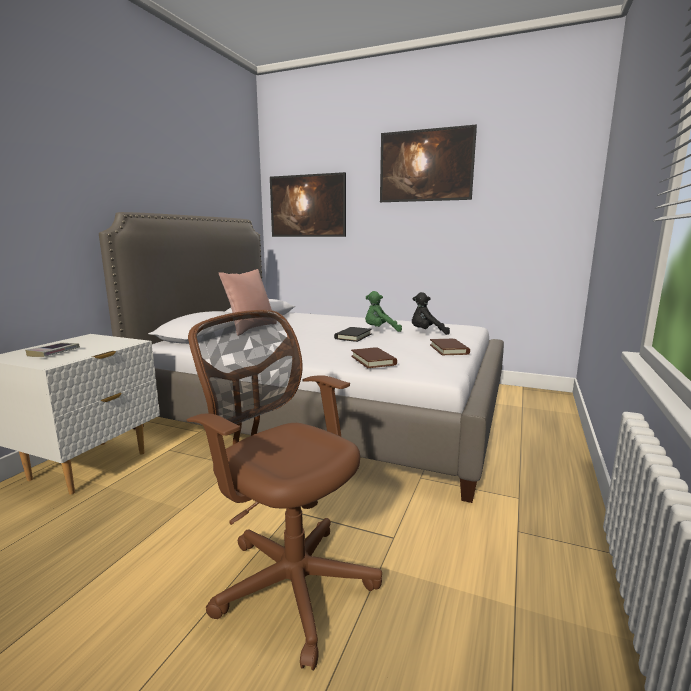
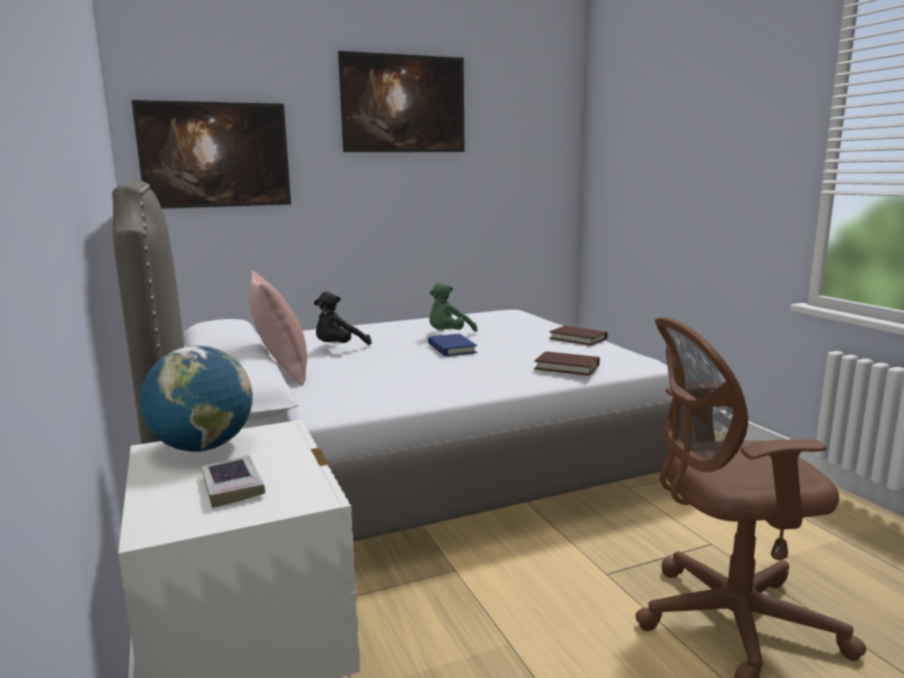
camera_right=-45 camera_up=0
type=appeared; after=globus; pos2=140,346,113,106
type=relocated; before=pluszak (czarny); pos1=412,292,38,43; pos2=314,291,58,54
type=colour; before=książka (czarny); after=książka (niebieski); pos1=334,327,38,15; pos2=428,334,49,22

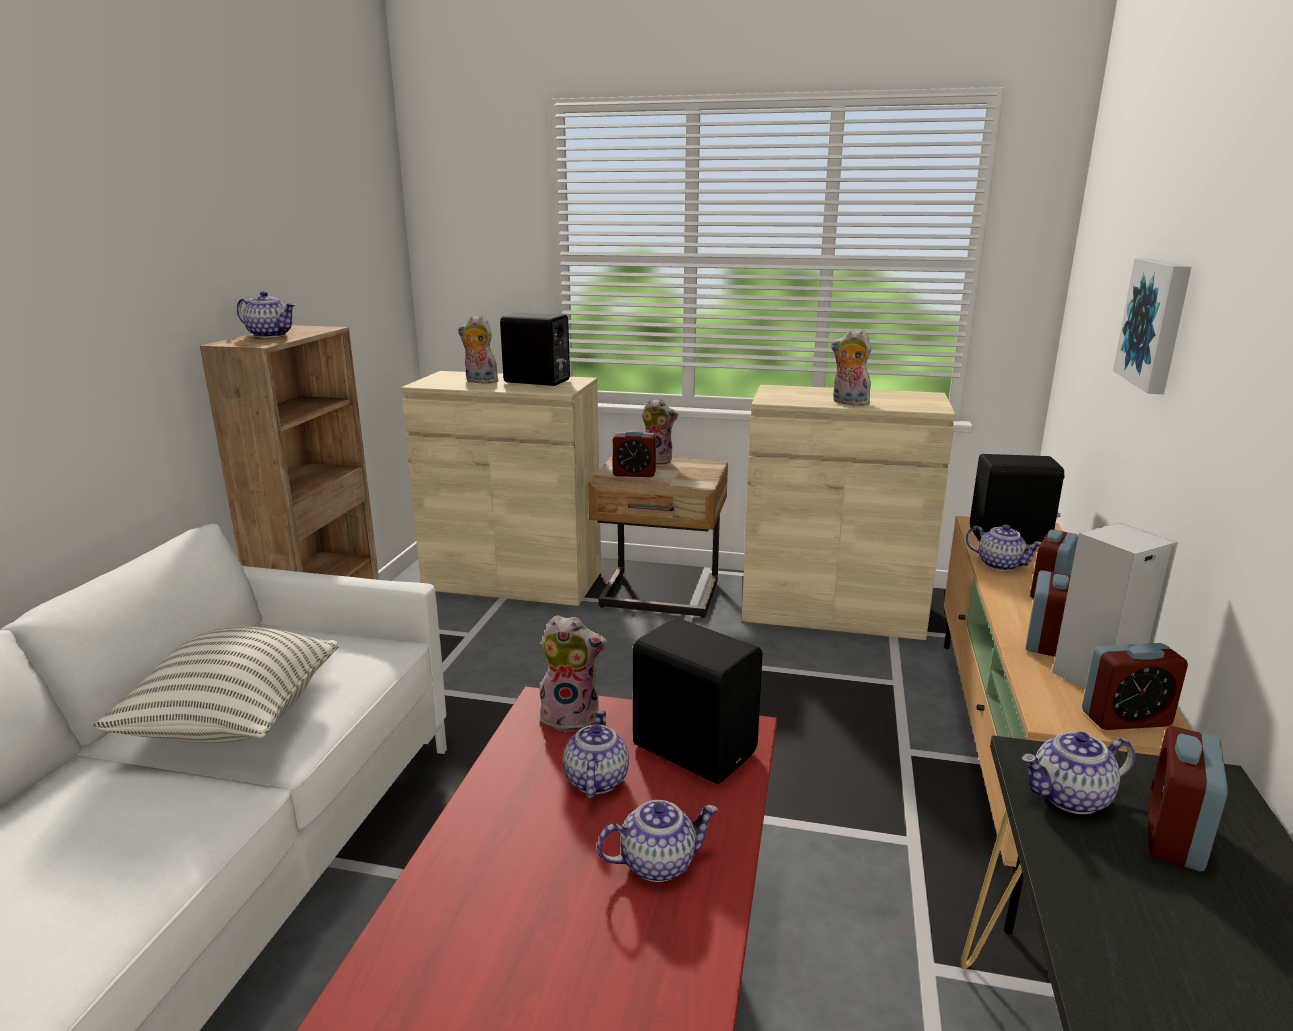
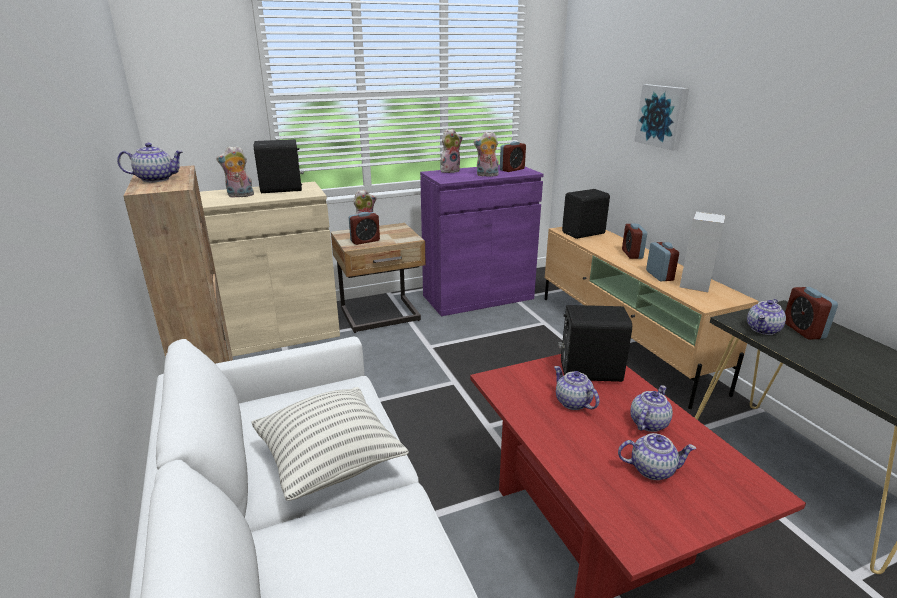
camera_right=-35 camera_up=5
type=colour; before=szafka (beżowy); after=szafka (fioletowy); pos1=742,385,214,255; pos2=420,165,124,151
type=relocated; before=pluszak; pos1=540,615,68,117; pos2=440,129,23,44
type=relocated; before=budzik; pos1=1082,643,106,87; pos2=500,141,26,31
type=relocated; before=imbryk; pos1=966,524,75,47; pos2=618,433,78,47

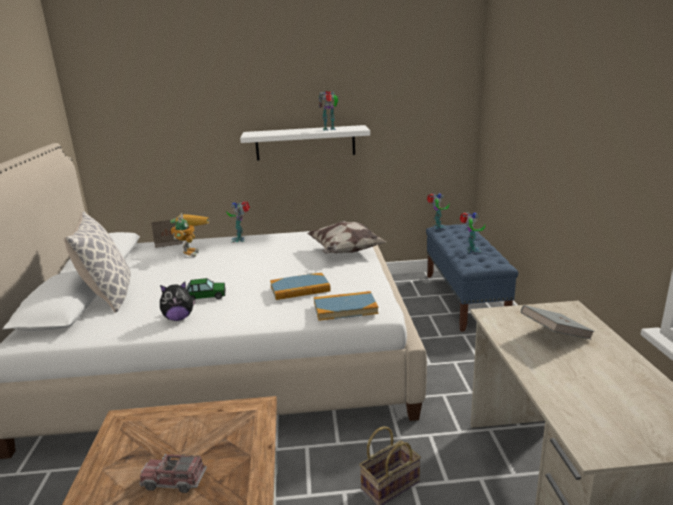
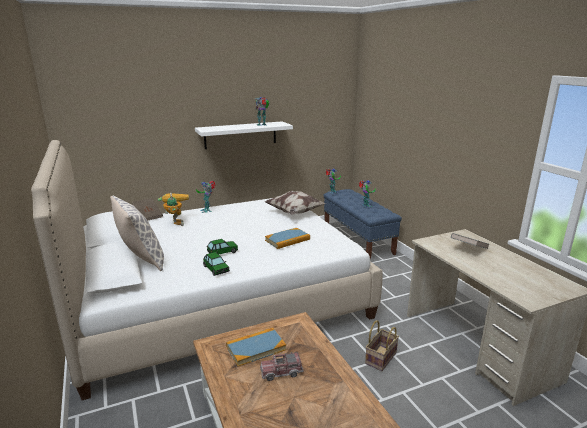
camera_right=-20 camera_up=0
type=exchanged; before=pluszak; after=samochodzik; pos1=160,282,36,39; pos2=203,252,27,24
type=relocated; before=książka; pos1=314,291,65,30; pos2=226,328,60,38

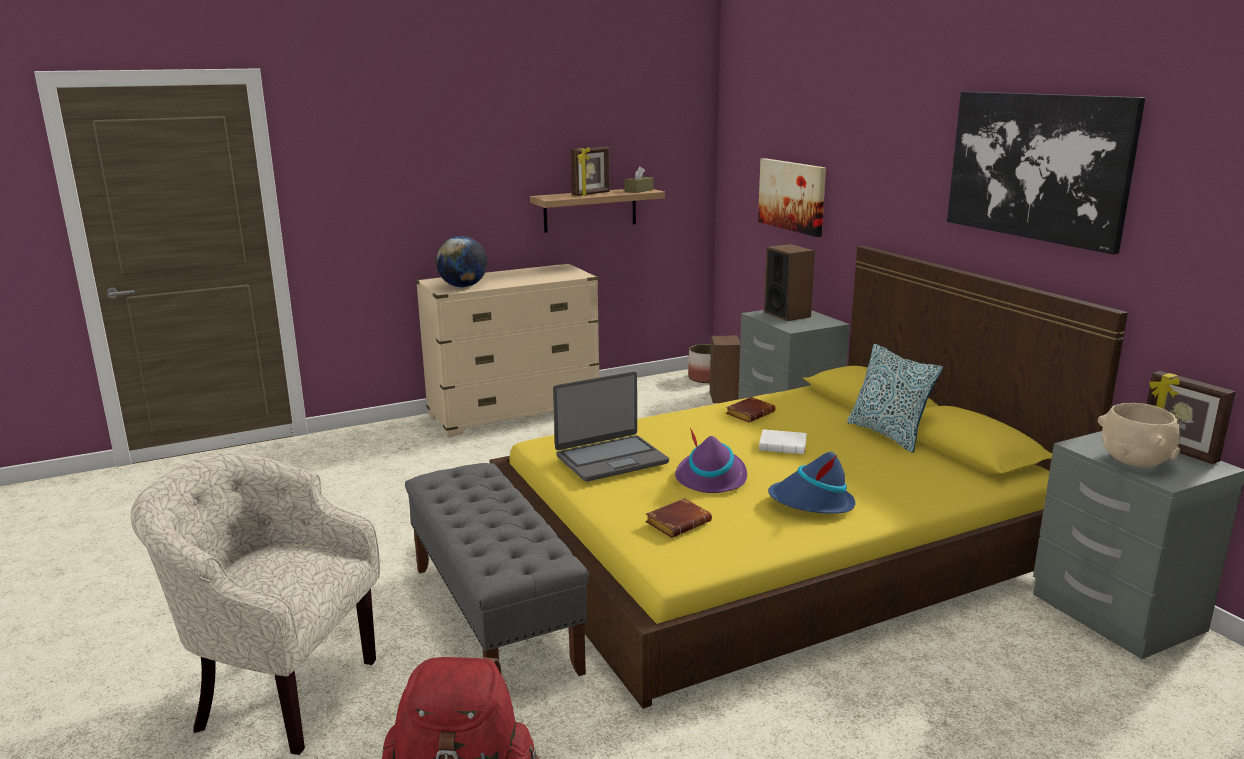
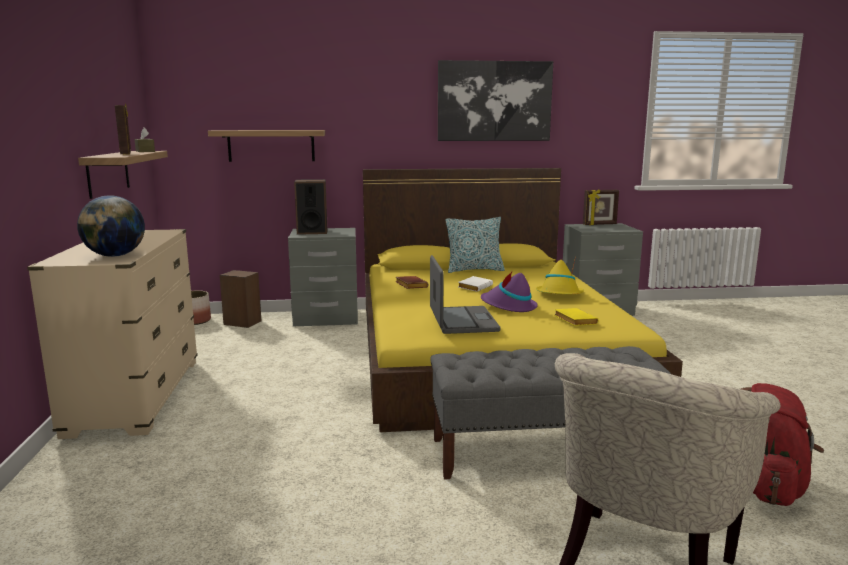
camera_right=-70 camera_up=-5
type=exchanged; before=obraz; after=półka; pos1=758,158,68,79; pos2=208,130,117,32
type=colour; before=kapelusz (niebieski); after=kapelusz (żółty); pos1=768,452,87,62; pos2=536,256,48,38
type=colour; before=książka (brązowy); after=książka (żółty); pos1=645,498,67,40; pos2=554,308,45,18
type=missing; before=miska (beżowy); pos1=1098,403,83,64

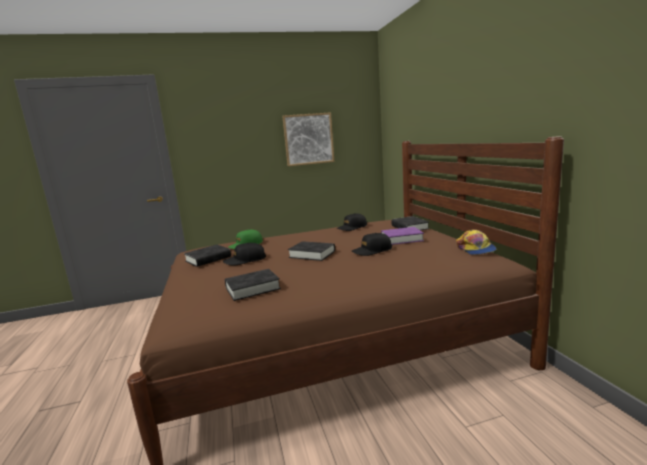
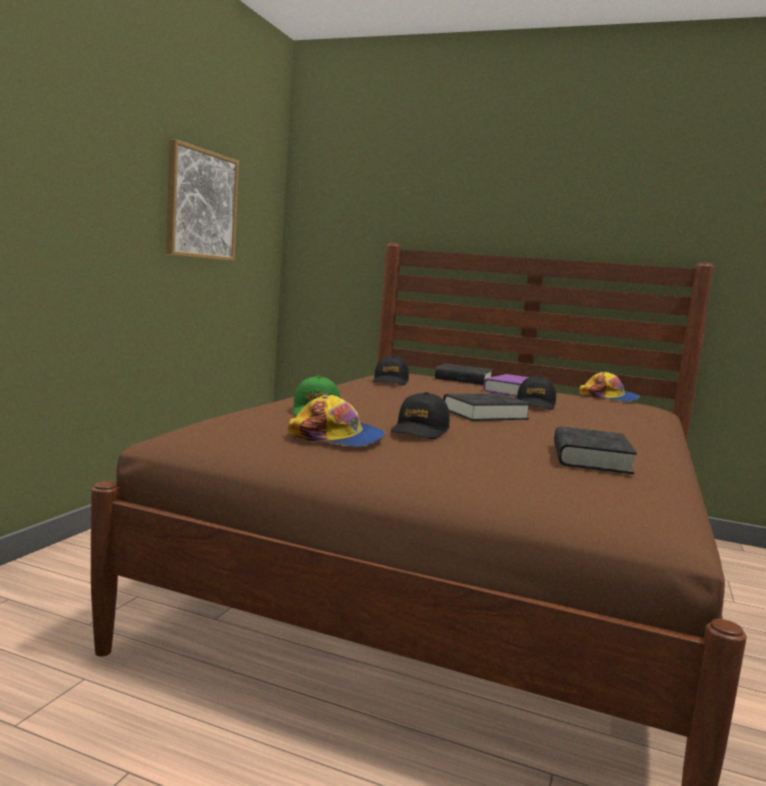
camera_right=-55 camera_up=-5
type=exchanged; before=książka (czarny); after=czapka z daszkiem; pos1=184,245,47,22; pos2=288,395,97,52

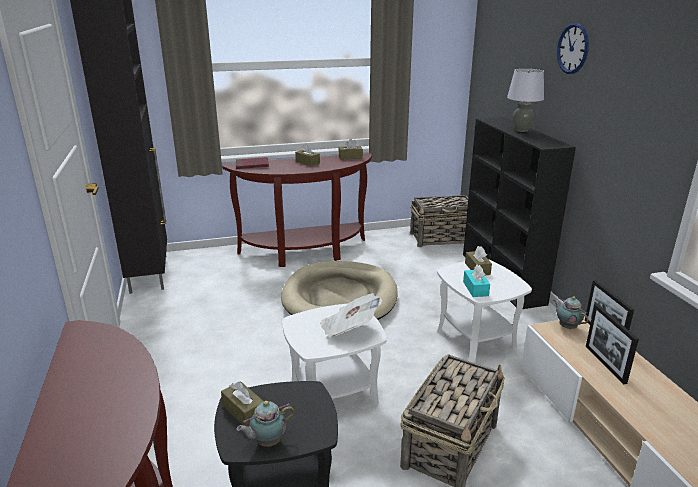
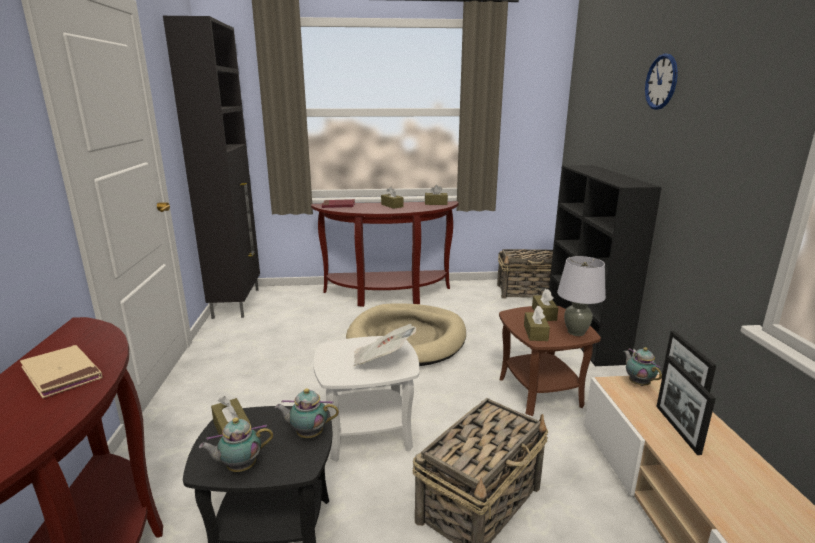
camera_right=10 camera_up=-5
type=appeared; after=książka (beżowy); pos2=20,345,82,53
type=appeared; after=imbryk; pos2=275,388,64,50
type=colour; before=stolik (biały); after=stolik (brązowy); pos1=437,259,95,104; pos2=499,306,102,110
type=colour; before=pudełko chusteczek (turkusowy); after=pudełko chusteczek (brązowy); pos1=463,265,27,32; pos2=524,306,26,35
type=relocated; before=lampa stołowa (szary); pos1=507,69,37,63; pos2=557,256,49,80

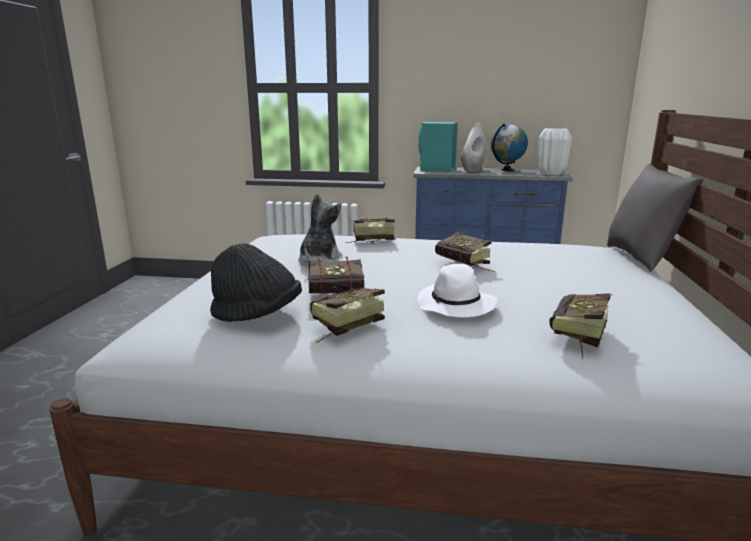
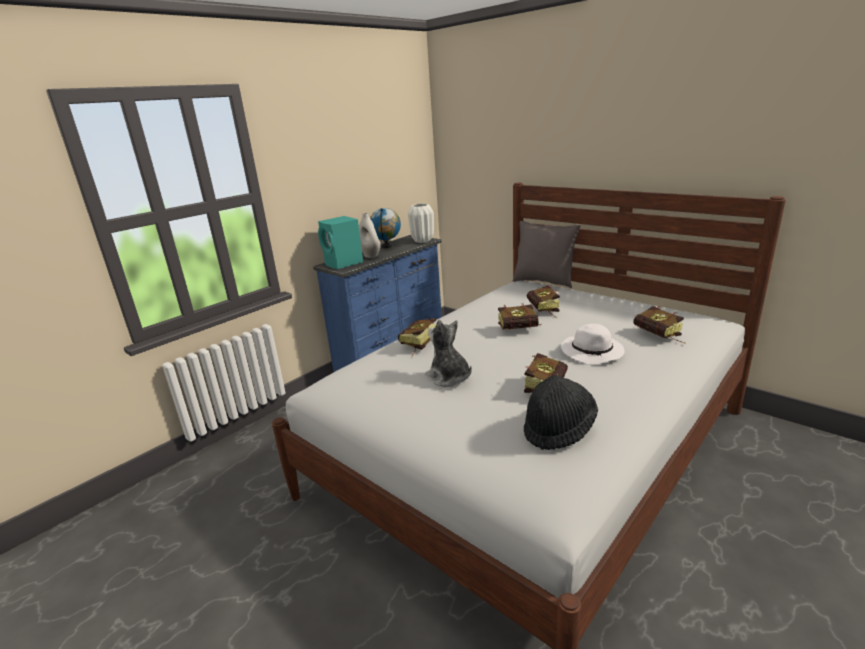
camera_right=-55 camera_up=5
type=relocated; before=książka; pos1=310,287,75,56; pos2=527,285,33,34

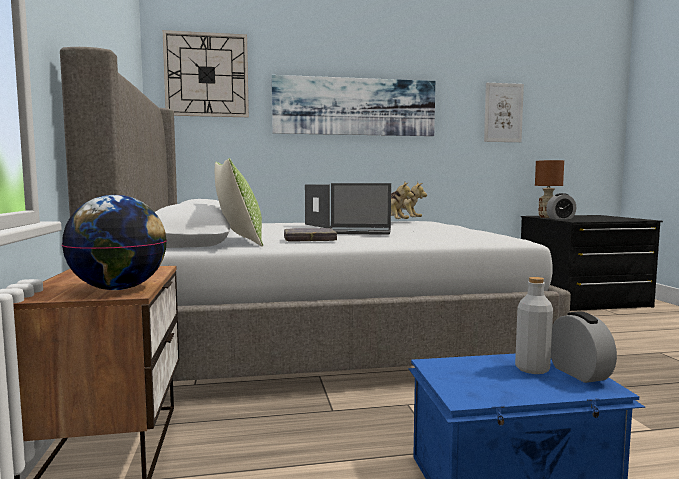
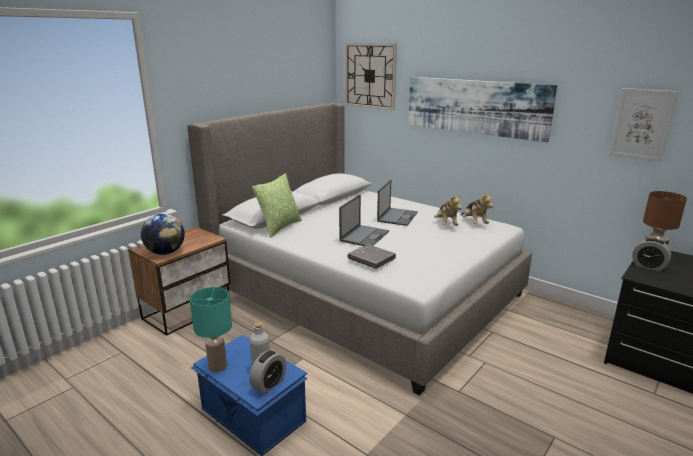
camera_right=50 camera_up=15
type=appeared; after=lampa stołowa (turkusowy); pos2=190,287,42,85
type=spun; before=laptop; pos1=331,183,60,52; pos2=339,194,50,52; turn=-120
type=relocated; before=książka (szary); pos1=284,228,53,14; pos2=348,244,48,25

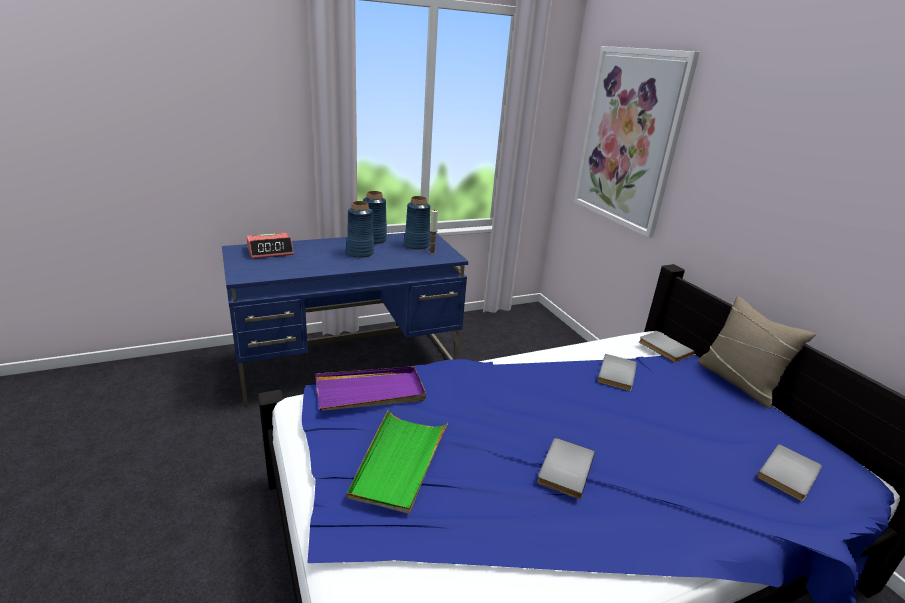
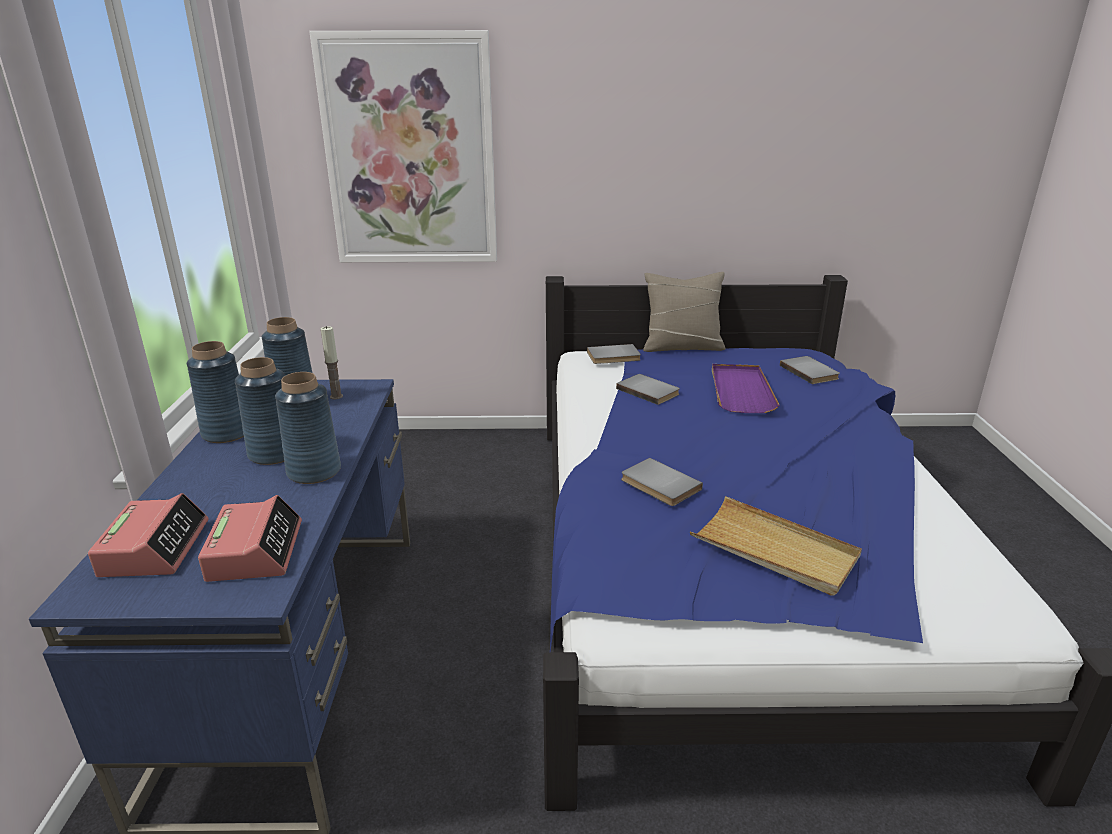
camera_right=-65 camera_up=0
type=appeared; after=budzik; pos2=198,495,104,87
type=appeared; after=wazon (niebieski); pos2=275,372,66,112
type=relocated; before=książka (szary); pos1=537,438,58,61; pos2=621,458,82,48
type=colour; before=taca (zielony); after=taca (beżowy); pos1=347,409,101,105; pos2=690,496,172,100
type=relocated; before=taca (fioletowy); pos1=315,366,111,45; pos2=712,364,68,49

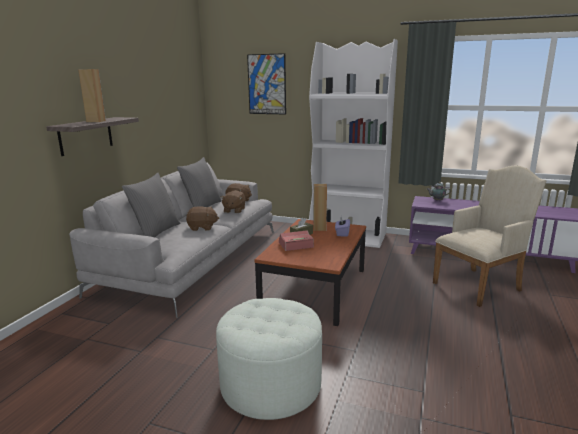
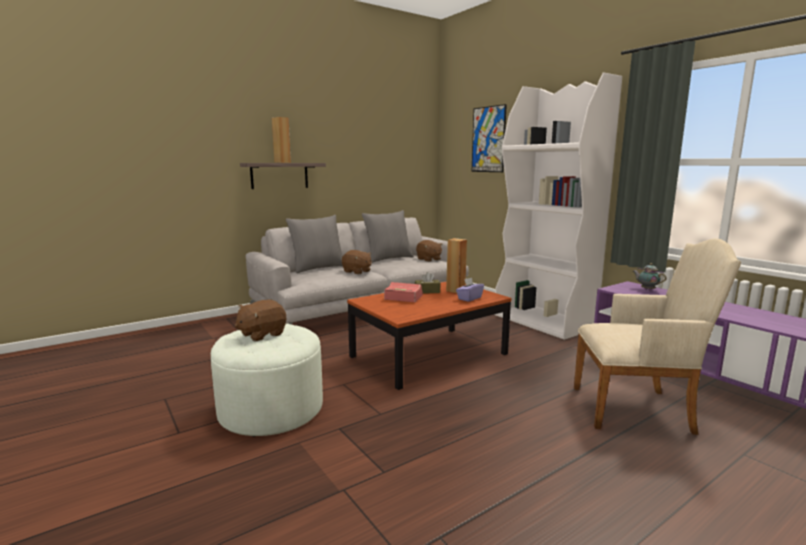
camera_right=35 camera_up=-5
type=relocated; before=pluszak (brązowy); pos1=221,190,25,23; pos2=235,300,51,41

